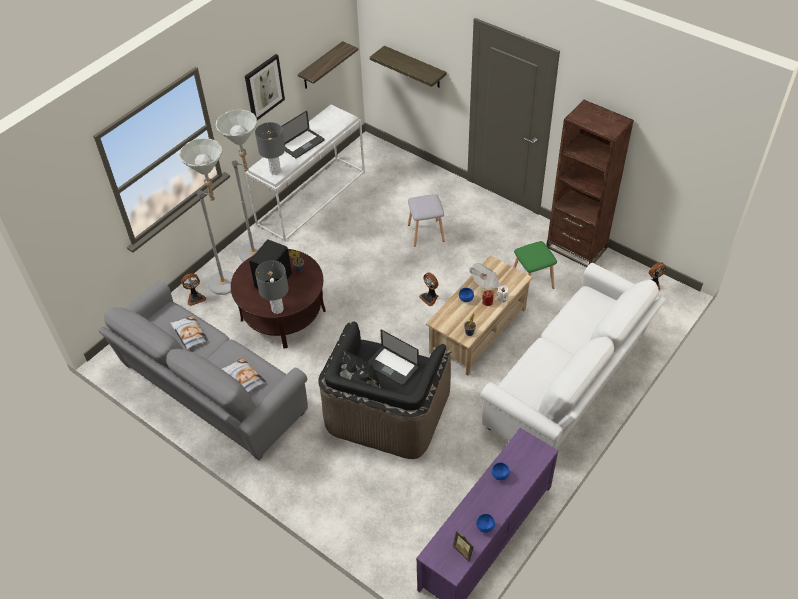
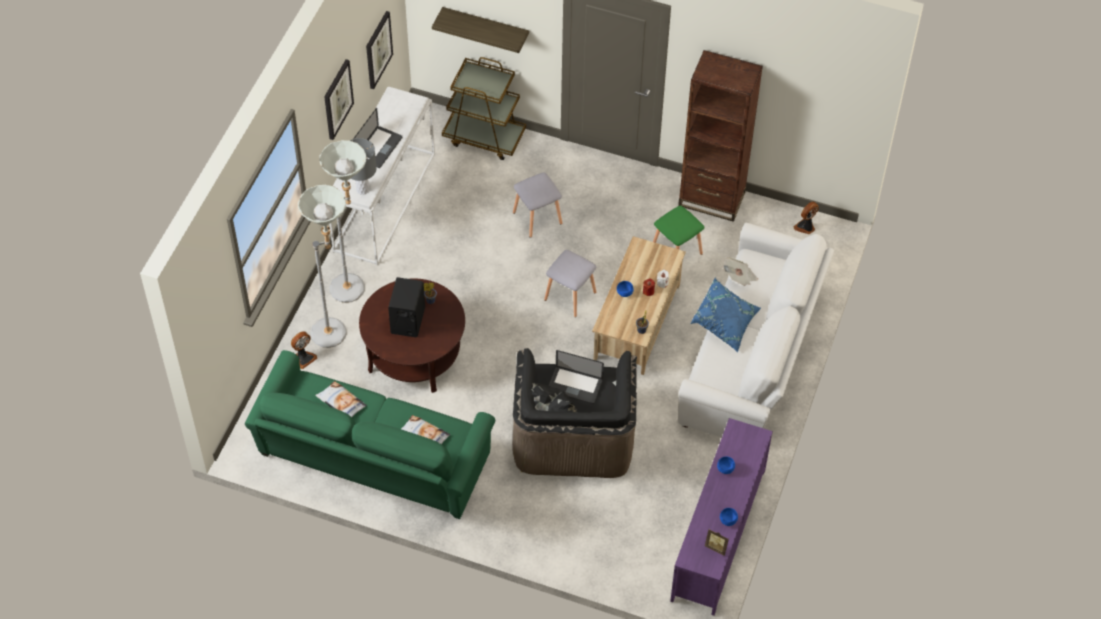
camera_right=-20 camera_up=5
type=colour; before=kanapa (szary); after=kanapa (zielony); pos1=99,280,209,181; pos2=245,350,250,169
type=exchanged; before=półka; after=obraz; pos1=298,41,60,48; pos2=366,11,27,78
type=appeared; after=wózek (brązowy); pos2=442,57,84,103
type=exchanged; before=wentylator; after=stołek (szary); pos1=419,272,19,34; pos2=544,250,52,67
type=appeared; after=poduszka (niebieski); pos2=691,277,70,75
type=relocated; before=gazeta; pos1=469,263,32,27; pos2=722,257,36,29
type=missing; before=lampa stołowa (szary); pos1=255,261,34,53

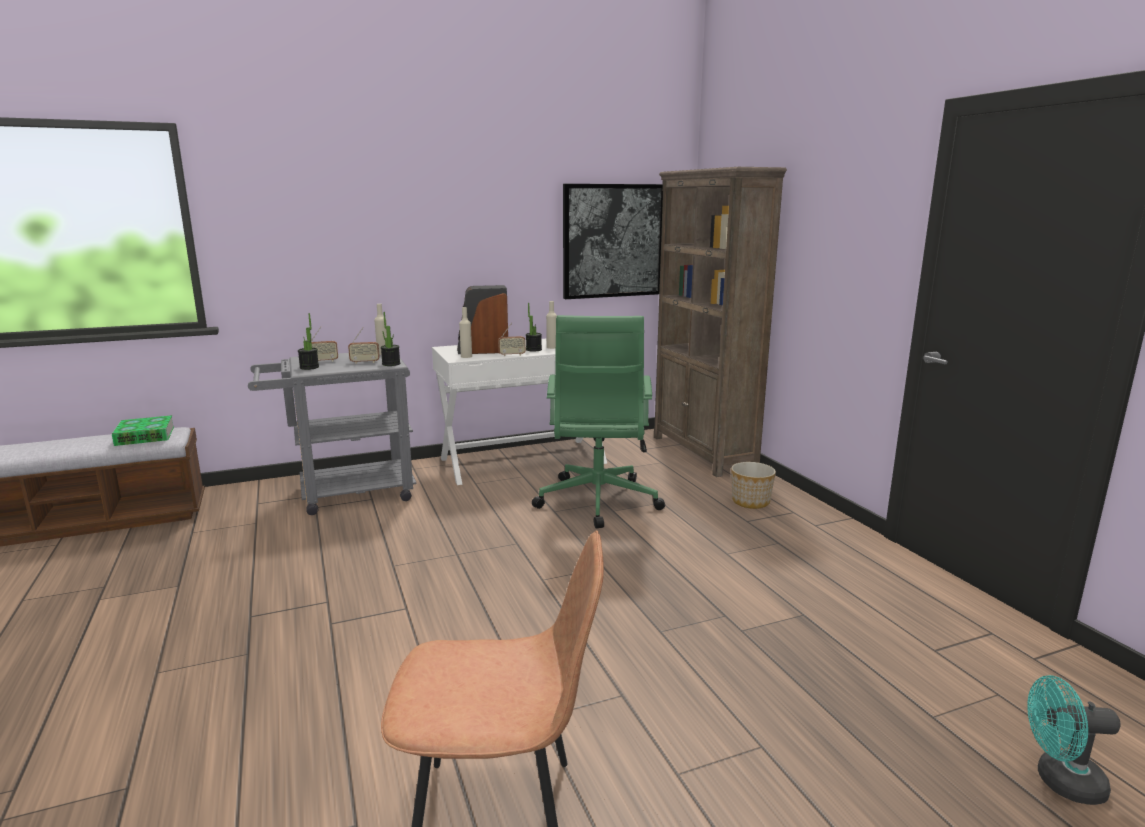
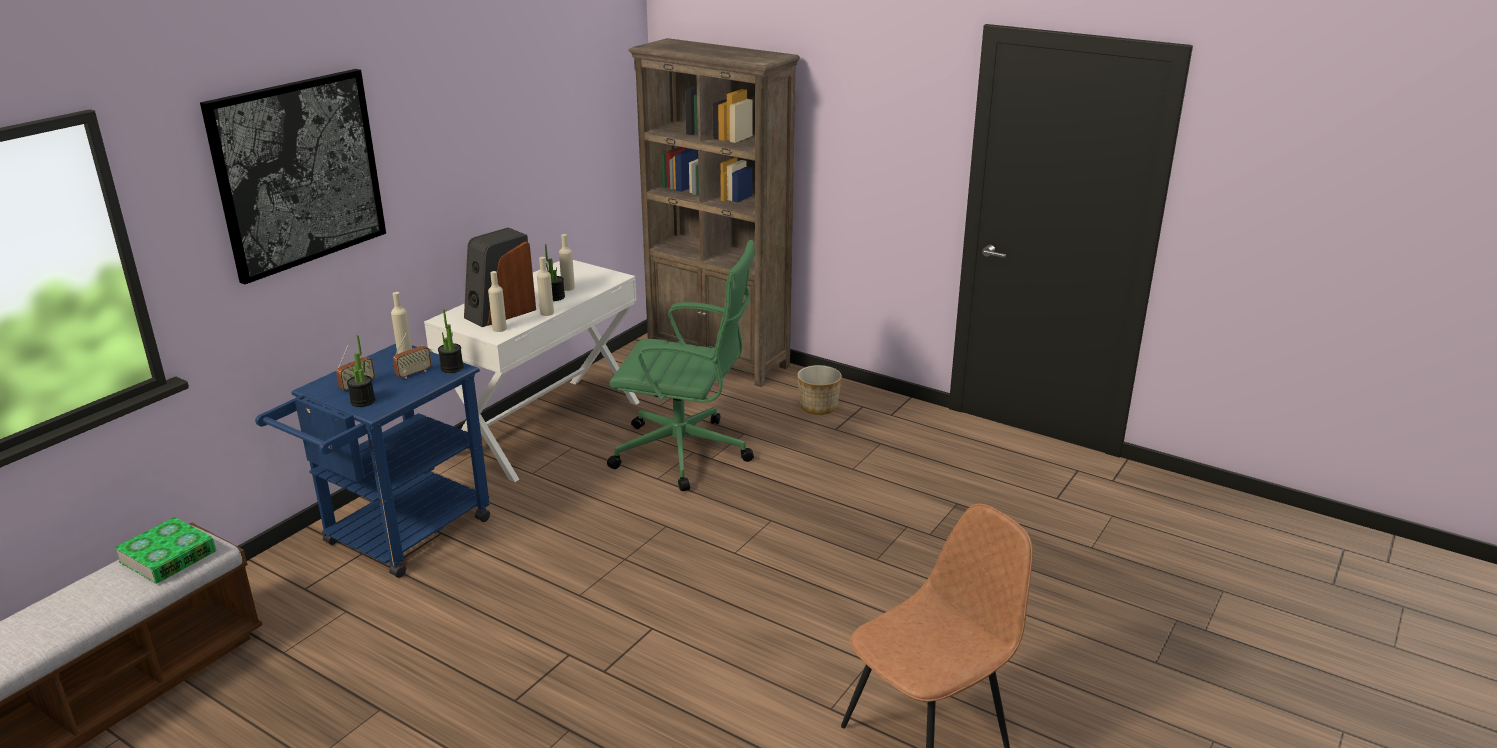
camera_right=-35 camera_up=10
type=relocated; before=obraz; pos1=563,184,100,115; pos2=200,69,186,215
type=colour; before=wózek (szary); after=wózek (niebieski); pos1=248,353,169,162; pos2=255,344,235,234
type=exchanged; before=radio; after=butelka (beżowy); pos1=498,323,28,33; pos2=537,257,17,59
type=spun; before=krzesło biurowe (zielony); pos1=532,315,133,214; pos2=607,240,148,251; turn=-45
type=missing; before=wentylator (turkusowy); pos1=1027,675,94,130

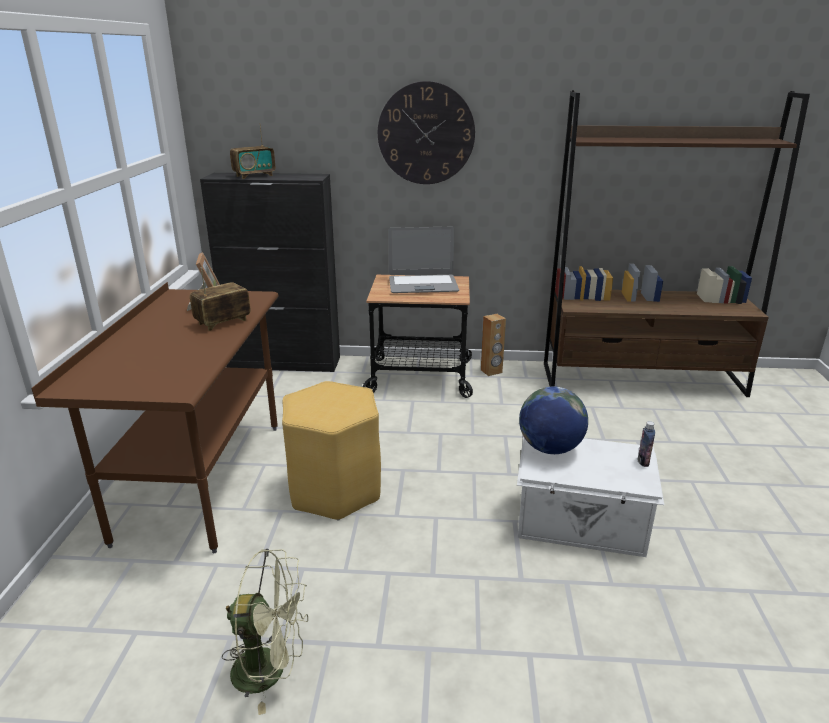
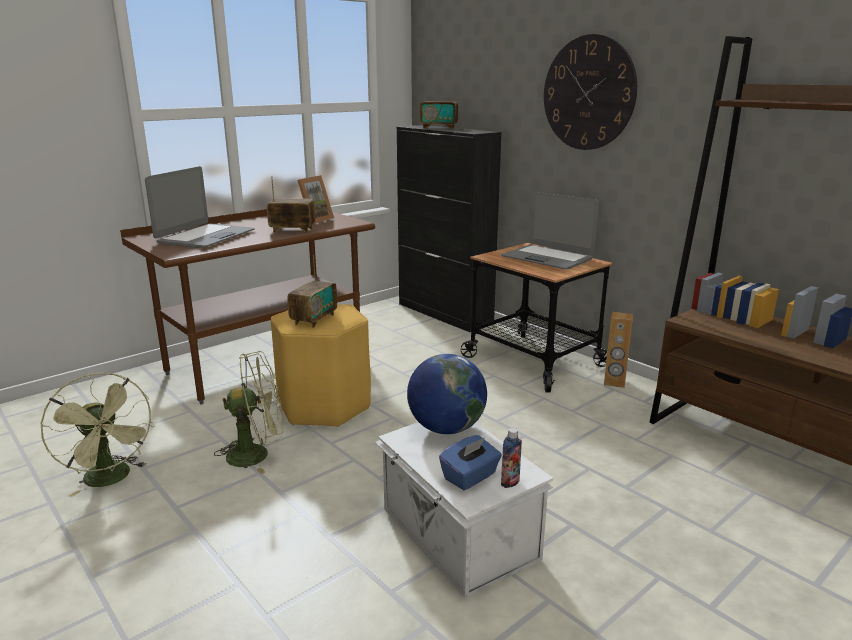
camera_right=45 camera_up=-5
type=appeared; after=laptop; pos2=145,166,110,82
type=appeared; after=wentylator (zielony); pos2=214,351,70,123
type=appeared; after=radio; pos2=287,255,50,73
type=appeared; after=pudełko chusteczek (niebieski); pos2=439,435,63,55

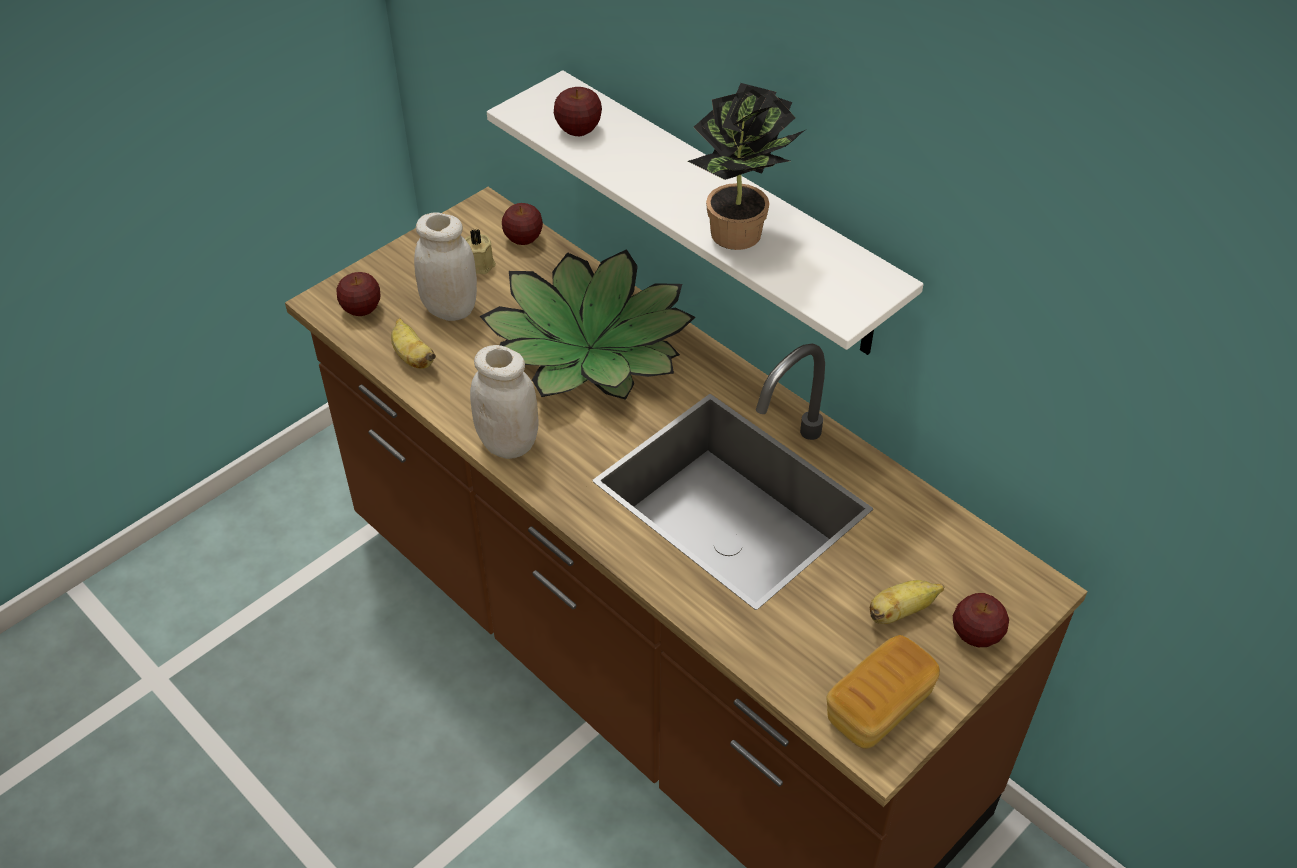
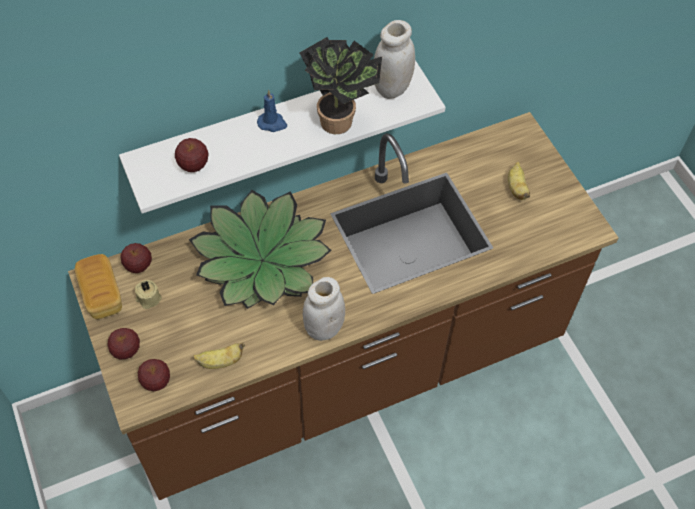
camera_right=-70 camera_up=10
type=relocated; before=chleb; pos1=826,635,114,114; pos2=75,254,47,65
type=relocated; before=jabłko; pos1=953,593,56,54; pos2=108,328,32,31
type=appeared; after=świeca (niebieski); pos2=257,90,30,42
type=relocated; before=słoik (biały); pos1=414,212,63,109; pos2=374,20,41,79

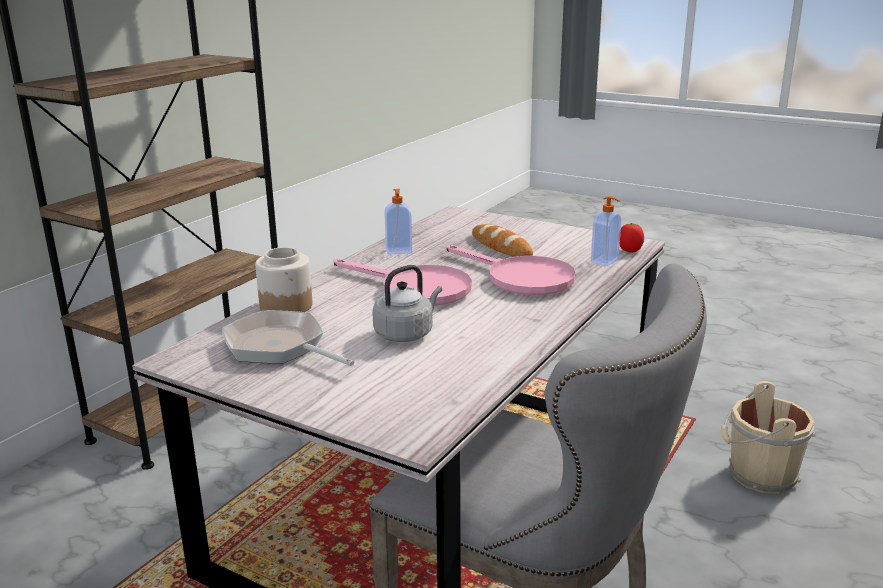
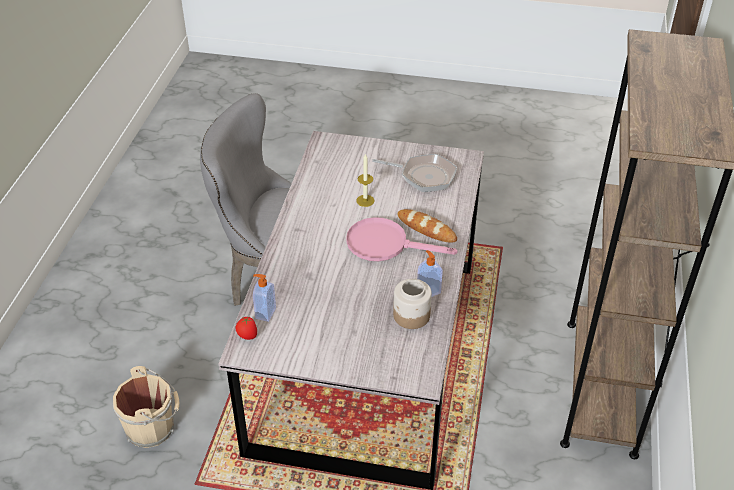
camera_right=160 camera_up=20
type=exchanged; before=czajnik (szary); after=świeca; pos1=372,265,70,77; pos2=356,153,19,54
type=relocated; before=słoik; pos1=255,247,57,65; pos2=393,279,39,50
type=relocated; before=chleb; pos1=472,224,61,33; pos2=398,209,59,34
type=missing; before=patelnia (różowy); pos1=446,244,130,51

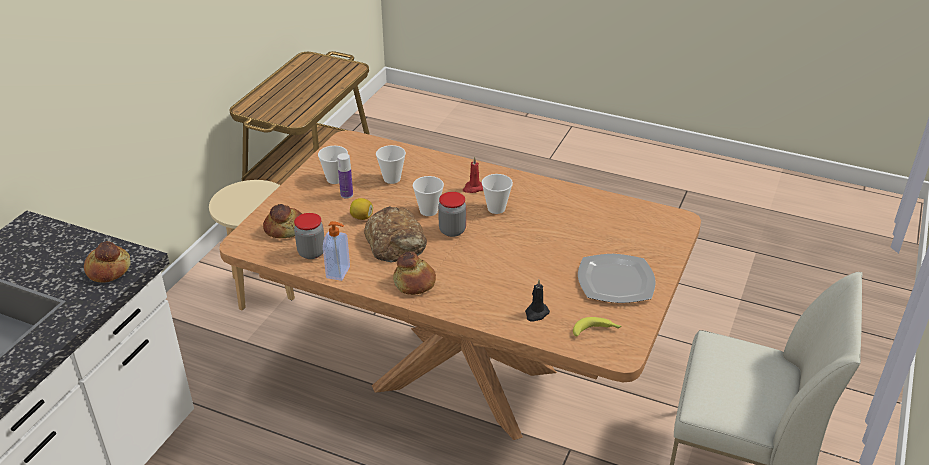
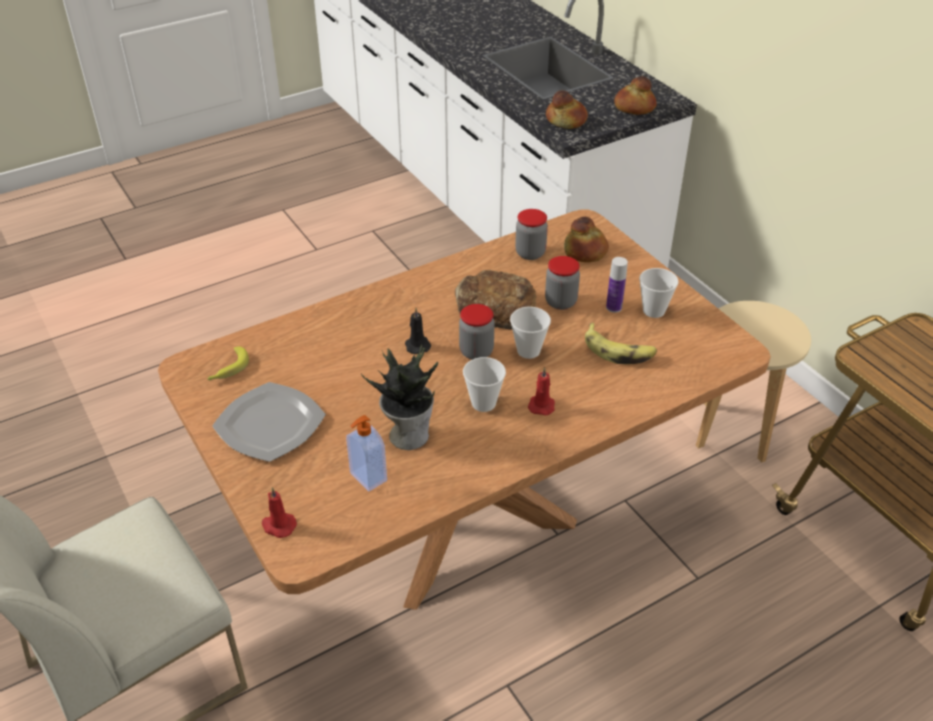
camera_right=125 camera_up=5
type=appeared; after=świeca (czerwony); pos2=262,487,35,51
type=relocated; before=dozownik mydła; pos1=323,221,27,60; pos2=346,415,41,76
type=appeared; after=roślina doniczkowa; pos2=361,345,77,105
type=relocated; before=świeca (czarny); pos1=525,280,25,42; pos2=405,308,26,46
type=exchanged; before=cytryna; after=słoik; pos1=350,198,23,22; pos2=545,256,35,54
type=exchanged; before=filiżanka; after=banan; pos1=376,145,30,39; pos2=585,323,72,42
type=relocated; before=chleb; pos1=393,251,43,44; pos2=614,76,43,39

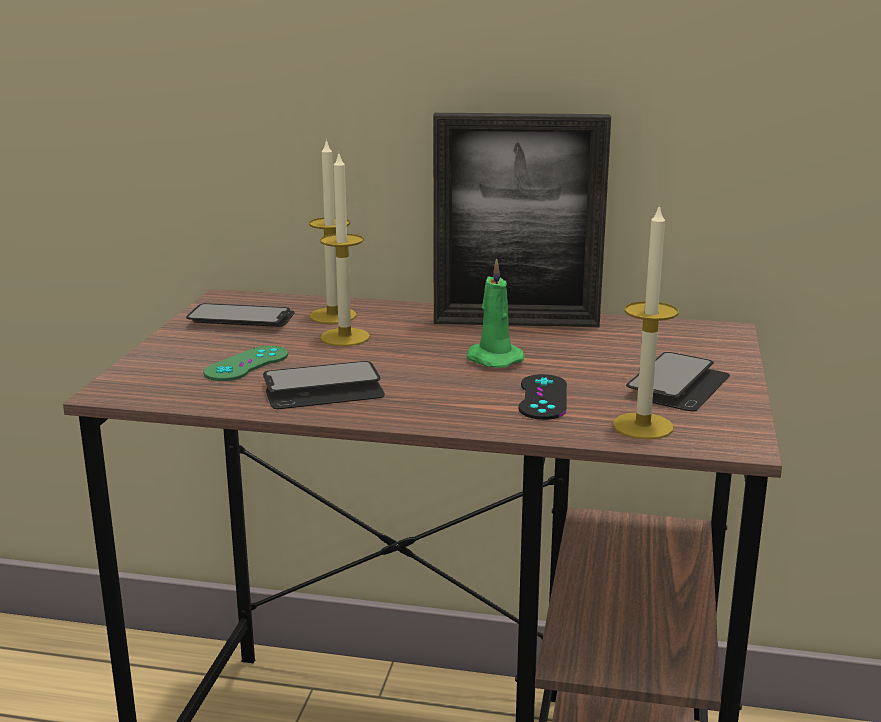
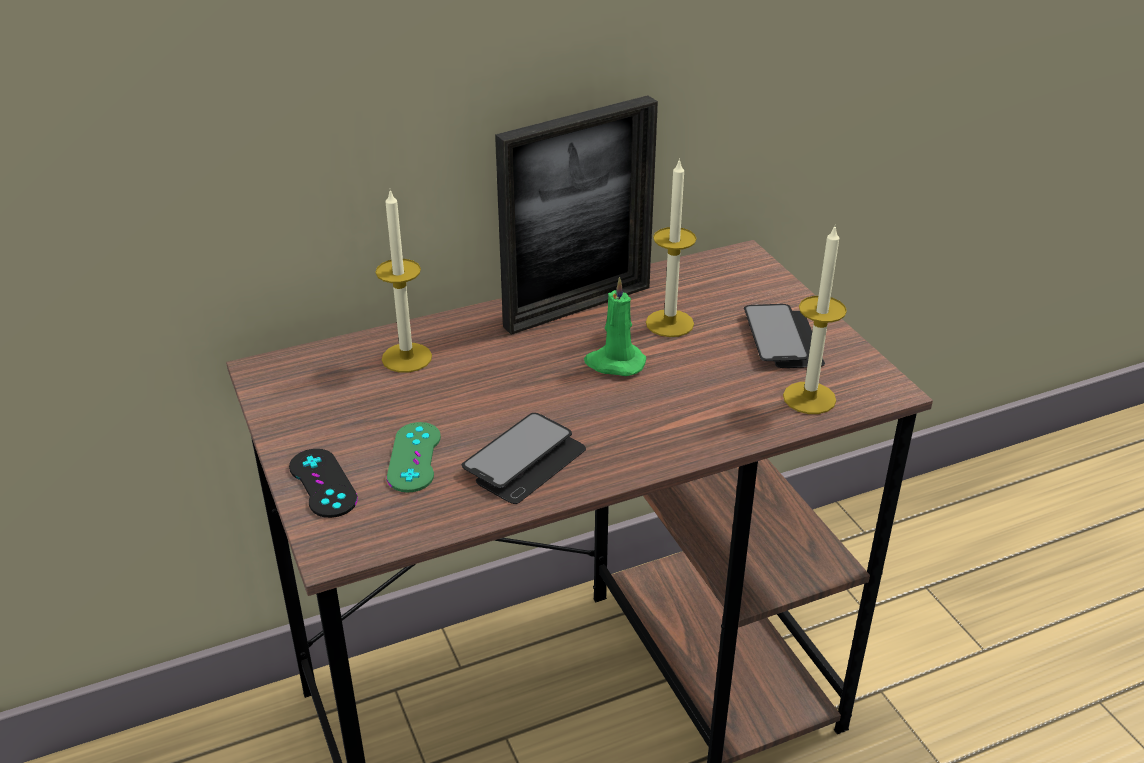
camera_right=-35 camera_up=15
type=relocated; before=pad do gier (czarny); pos1=518,374,49,46; pos2=289,449,69,69
type=relocated; before=świeca; pos1=320,151,50,195; pos2=646,158,51,179
type=missing; before=telefon; pos1=186,303,109,24

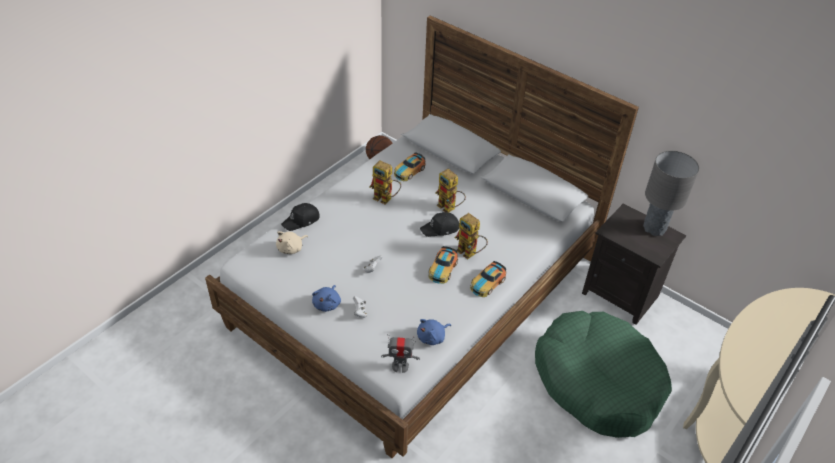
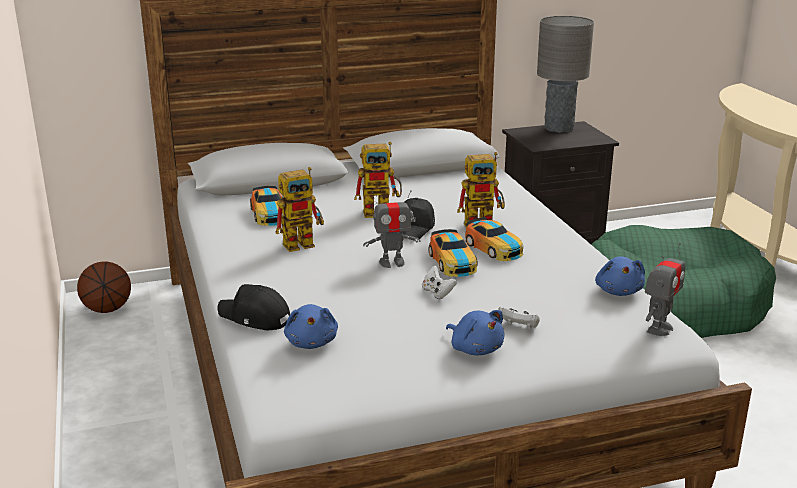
camera_right=-55 camera_up=-20
type=spun; before=czapka z daszkiem (czarny); pos1=281,203,39,28; pos2=218,284,72,46; turn=120
type=colour; before=pluszak (beżowy); after=pluszak (niebieski); pos1=276,231,32,23; pos2=284,304,54,45
type=appeared; after=robot zabawkowy; pos2=363,191,57,77
type=relocated; before=samochodzik; pos1=470,261,36,36; pos2=428,229,50,48

